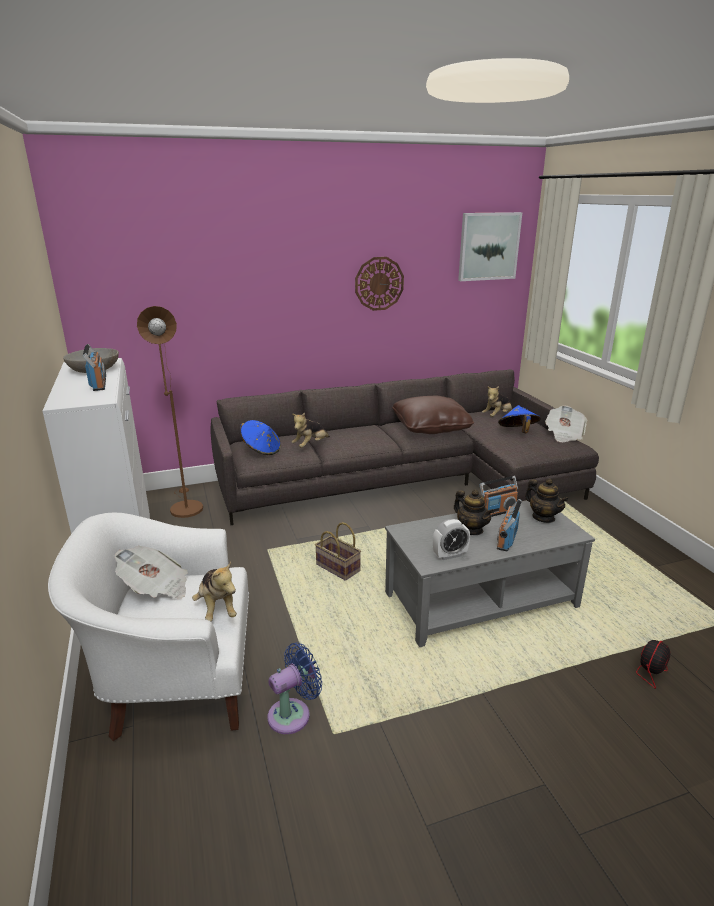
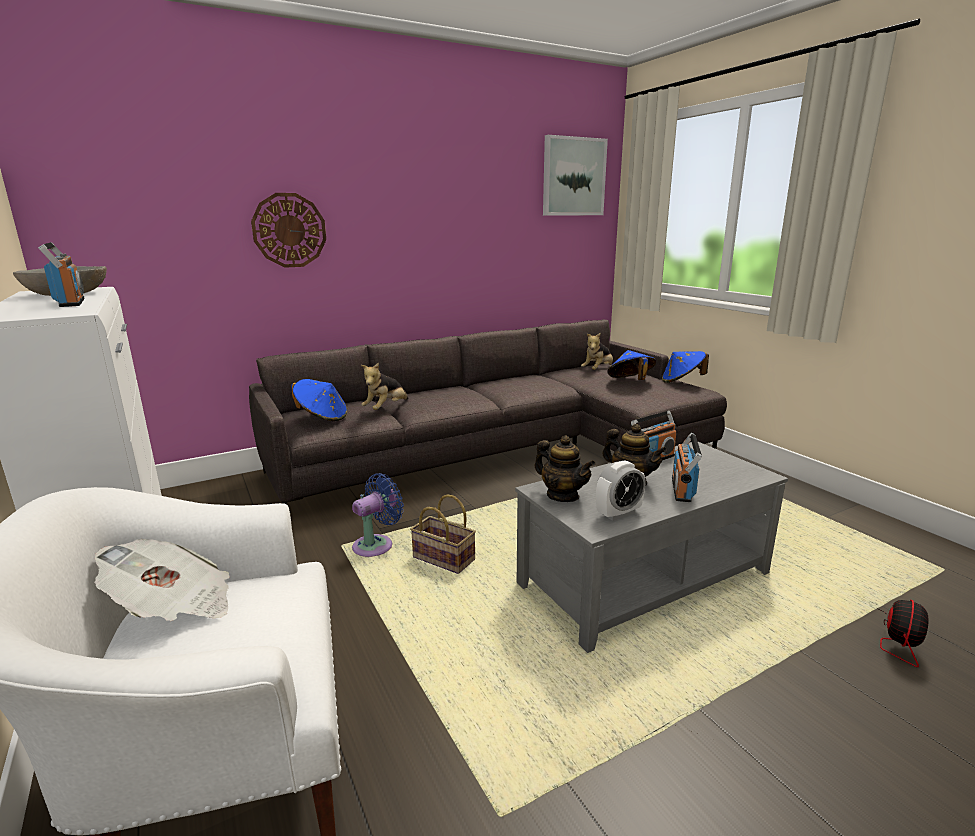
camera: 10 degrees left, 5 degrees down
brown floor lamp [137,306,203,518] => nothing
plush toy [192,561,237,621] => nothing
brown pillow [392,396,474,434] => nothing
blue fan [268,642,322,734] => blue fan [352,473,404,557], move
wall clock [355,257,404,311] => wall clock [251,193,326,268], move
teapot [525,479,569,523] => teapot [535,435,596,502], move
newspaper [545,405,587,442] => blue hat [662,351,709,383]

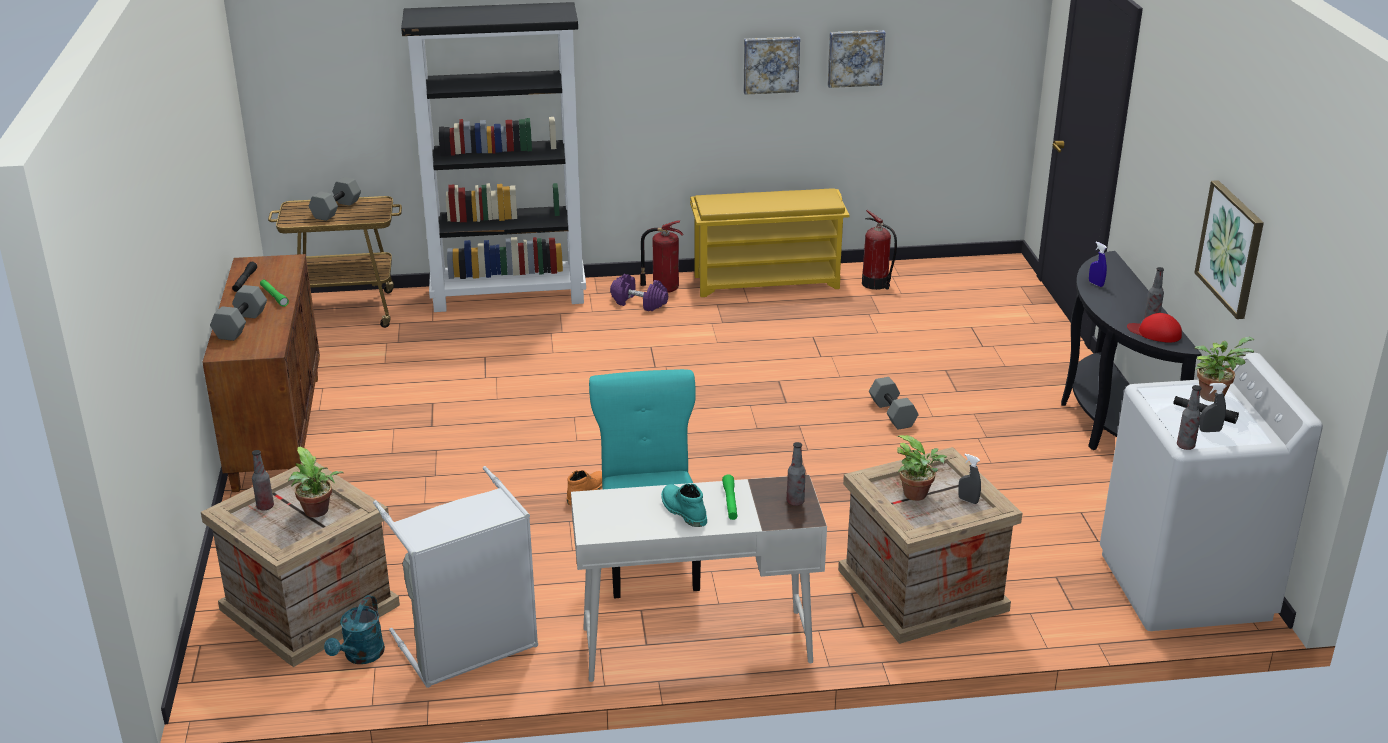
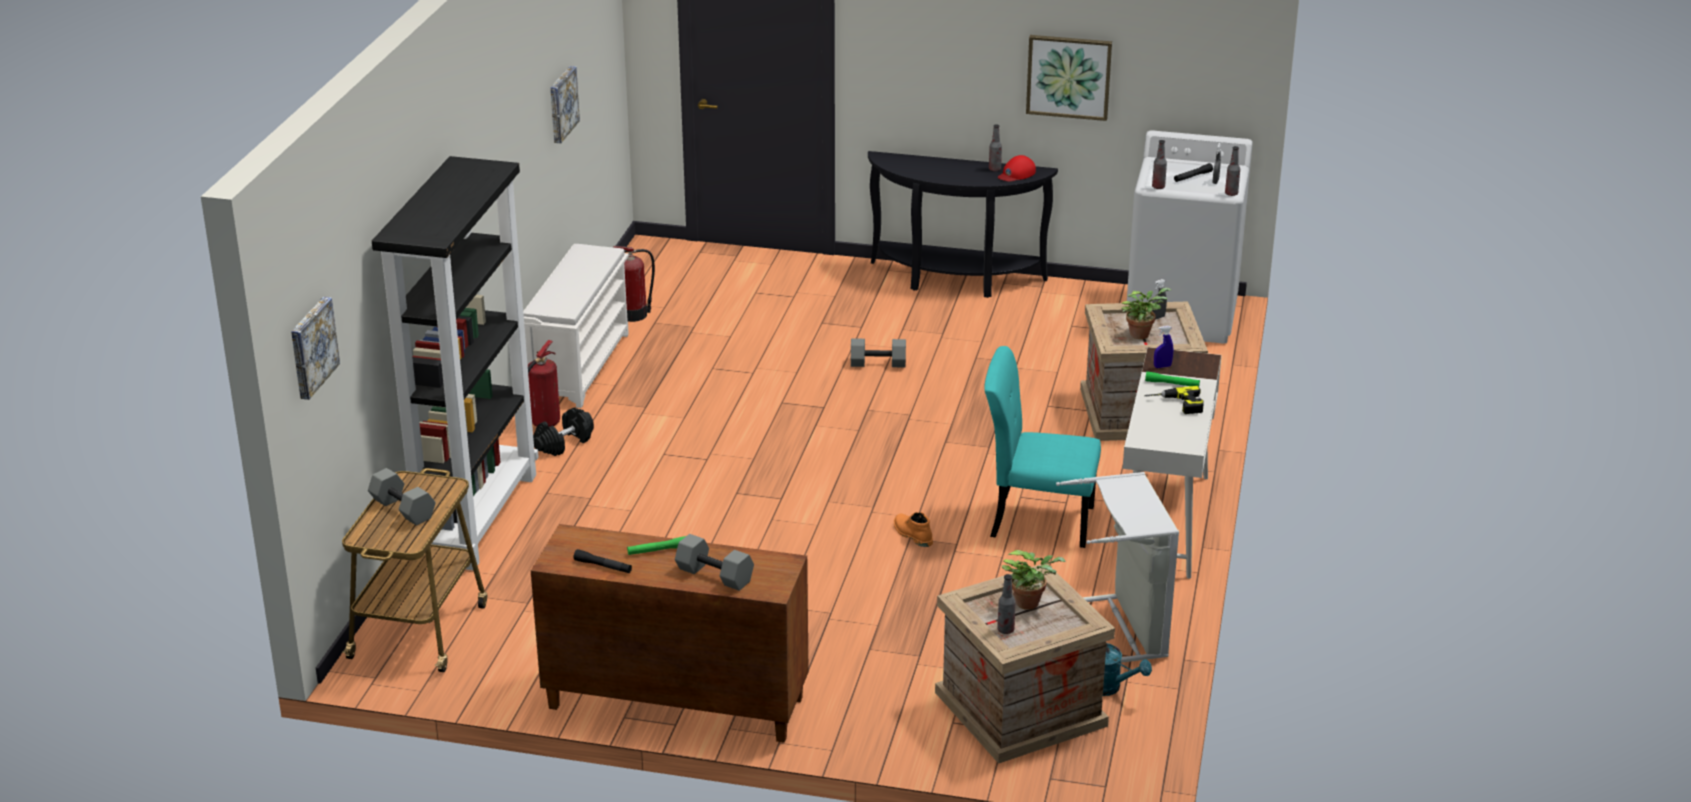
camera: 70 degrees left, 0 degrees up
potted plant [1195,337,1254,402] => nothing
picture [744,37,800,95] => picture [291,297,340,400], move
bottle [787,442,806,506] => bottle [1152,140,1167,189], move
blue spray bottle [1089,241,1107,287] => blue spray bottle [1154,326,1173,368], move
turquoise boot [661,484,707,527] => power drill [1144,386,1204,414]
purple dumbbell [610,274,668,311] => black dumbbell [533,407,594,456]
yellow shoe rack [690,188,850,297] => white shoe rack [523,244,629,408]

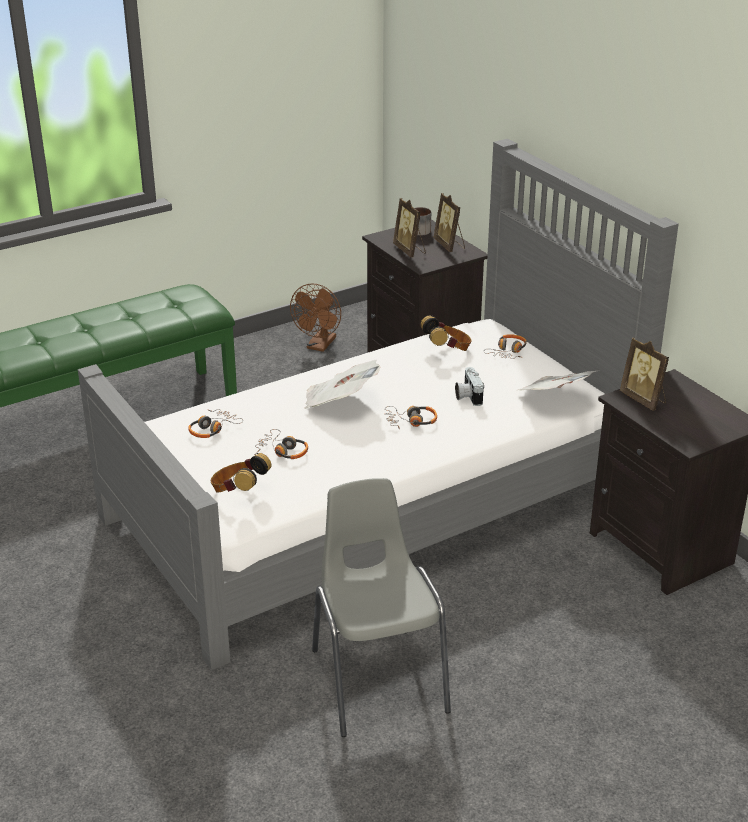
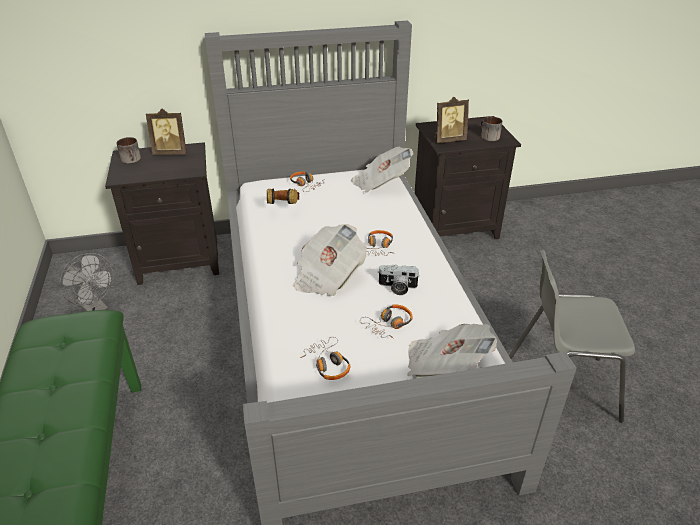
camera: 70 degrees left, 5 degrees up
picture frame [393,198,426,257] => nothing
nothing => mug [481,117,502,141]
photo camera [455,367,484,406] => photo camera [378,265,420,295], move
headphones [211,453,271,493] => newspaper [407,324,497,378]
brown fan [290,284,341,352] => grey fan [59,253,114,311]

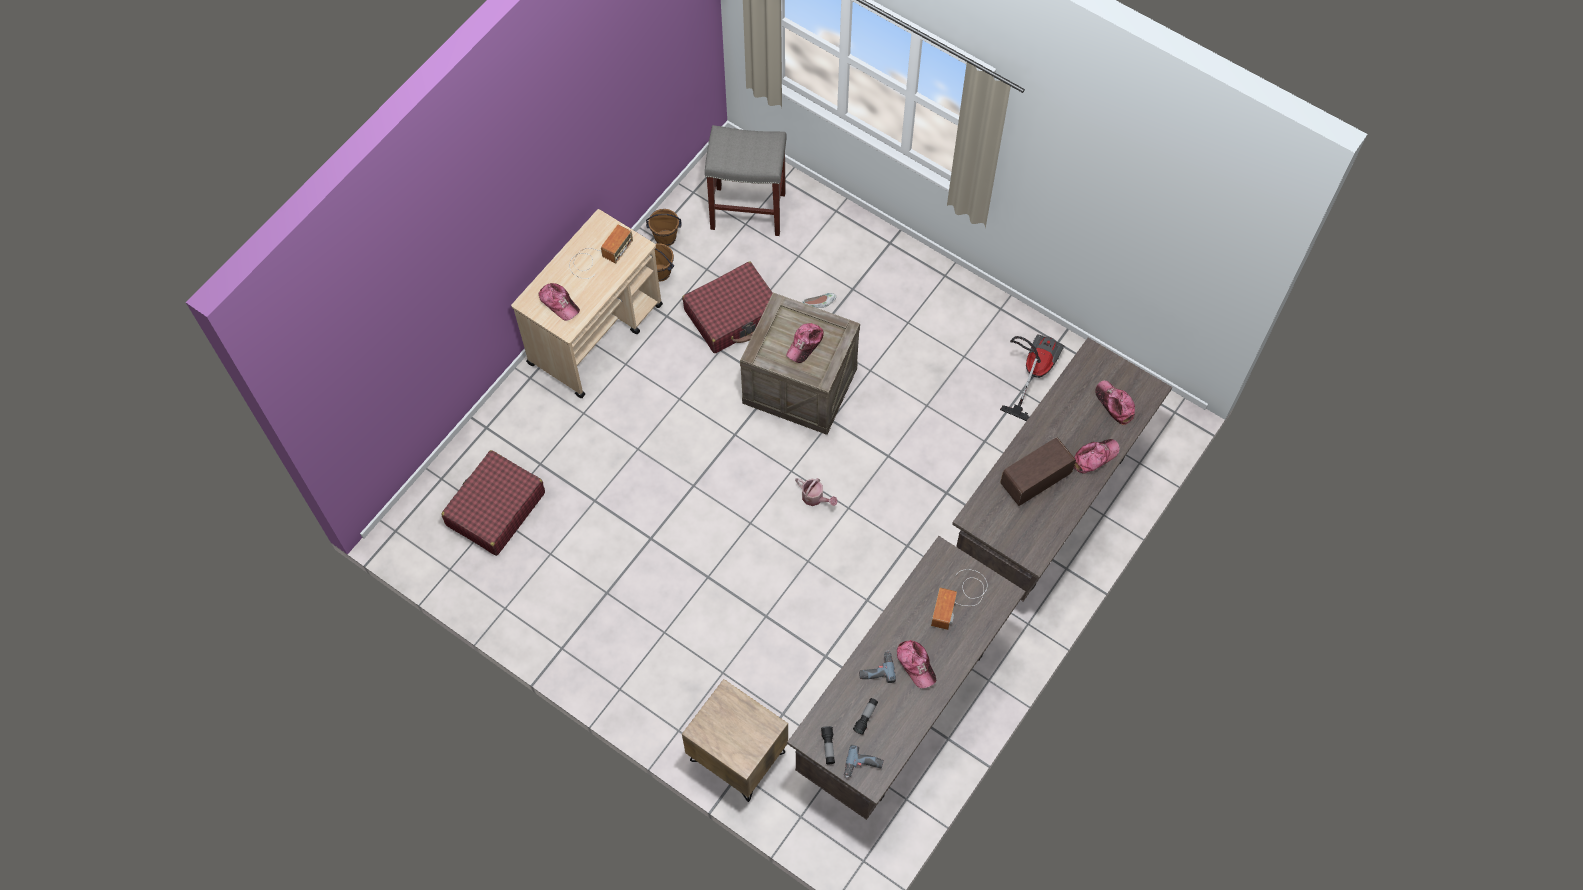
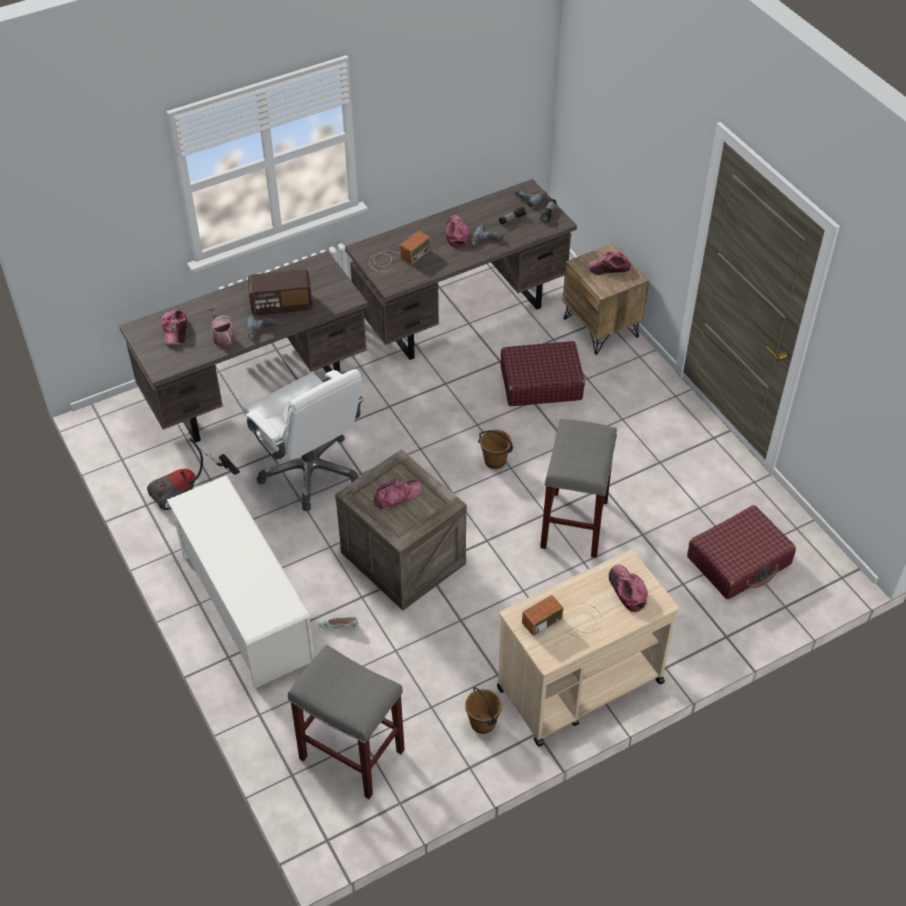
camera: 155 degrees left, 15 degrees down
nothing => white shoe rack [167,475,315,688]
nothing => white office chair [243,369,364,511]
nothing => power drill [247,315,278,338]
nothing => grey stool [540,419,617,558]
brown bucket [646,209,682,246] => brown bucket [478,430,513,469], move
red suitcase [682,261,773,353] => red suitcase [500,341,585,406], move
watering can [795,478,838,506] => watering can [207,306,234,347], move
cap [1074,439,1120,474] => cap [587,251,630,275], move

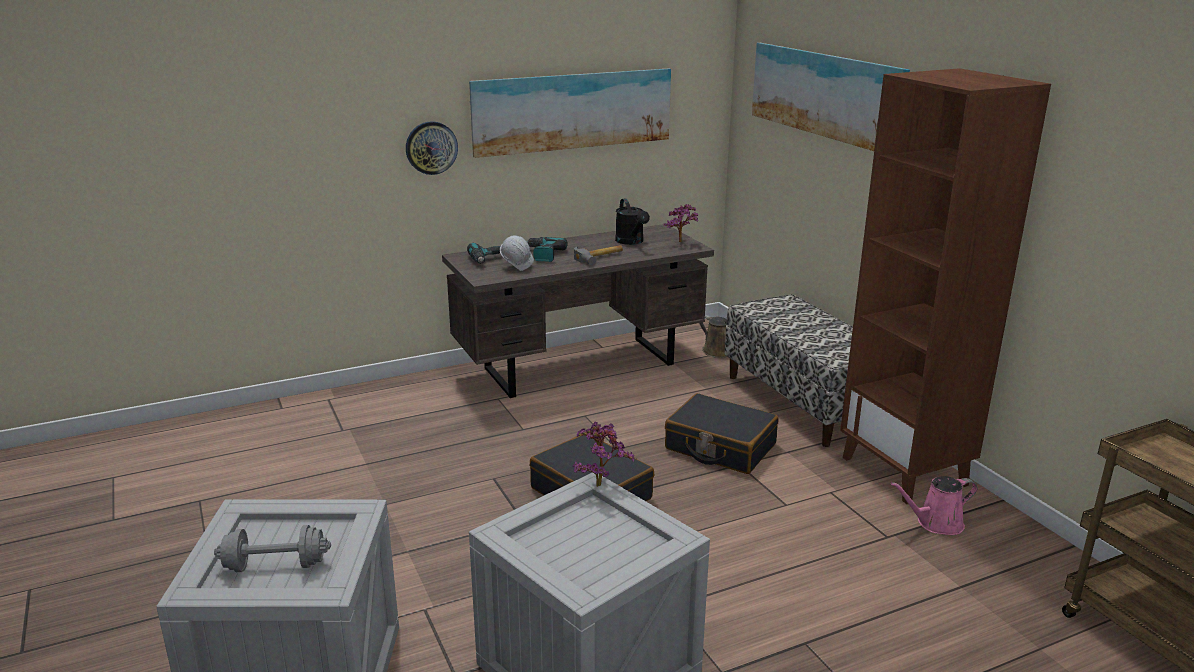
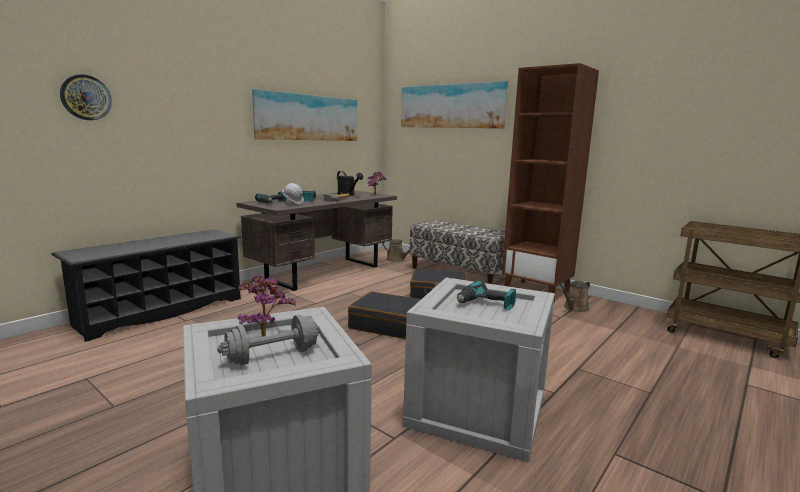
camera: 25 degrees left, 10 degrees down
nothing => black shoe rack [51,229,241,342]
nothing => power drill [457,281,516,310]
wall clock [406,121,458,175] => wall clock [60,74,112,120], move
potted plant [573,422,635,487] => potted plant [238,275,296,337], move
pink watering can [891,476,978,535] => brown watering can [559,281,590,312]

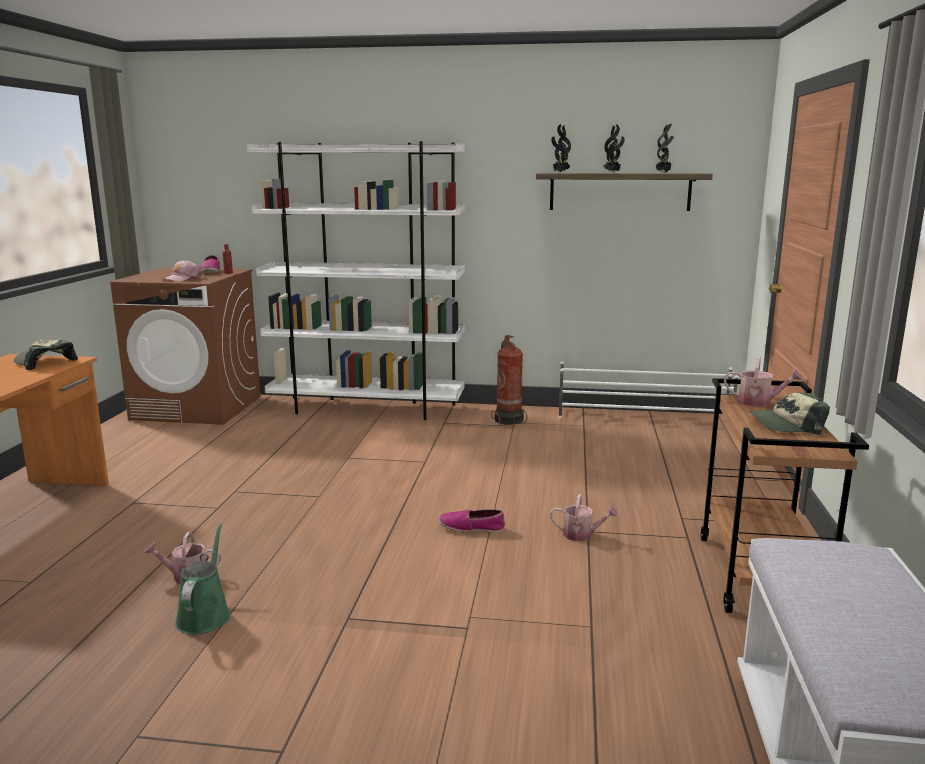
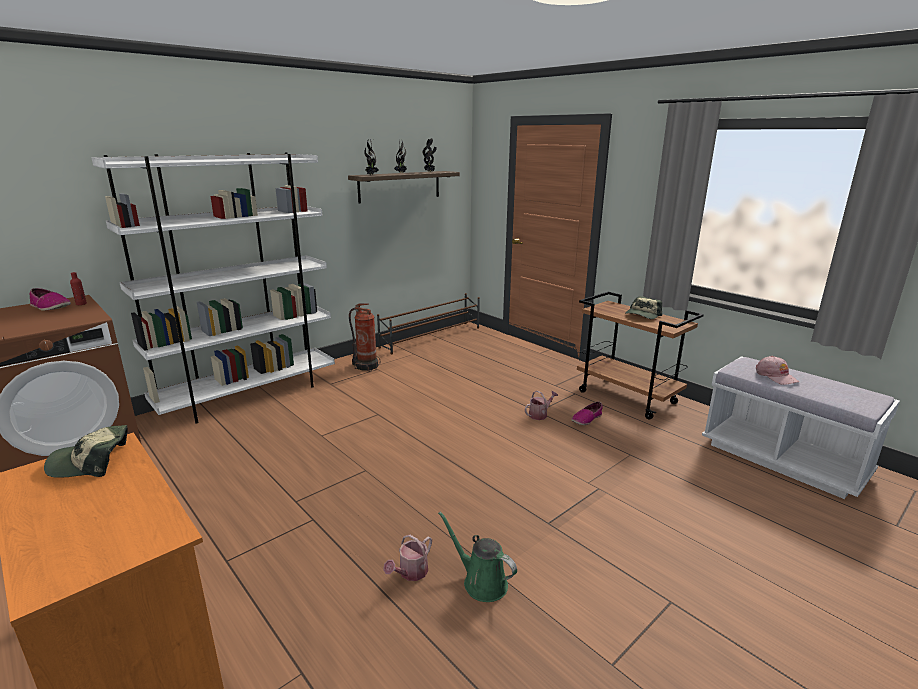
camera: 50 degrees left, 5 degrees up
watering can [724,357,803,407] => nothing
pink cap [162,260,202,282] => pink cap [756,356,799,385], move
shoe [439,509,505,533] => shoe [571,401,602,425], move
white shoe rack [558,362,738,419] => brown shoe rack [377,293,480,354]

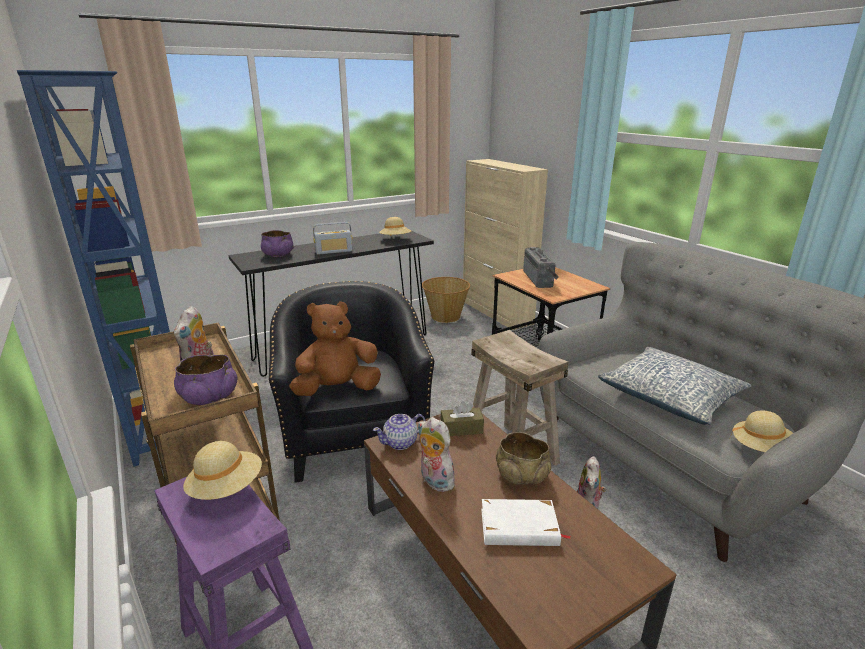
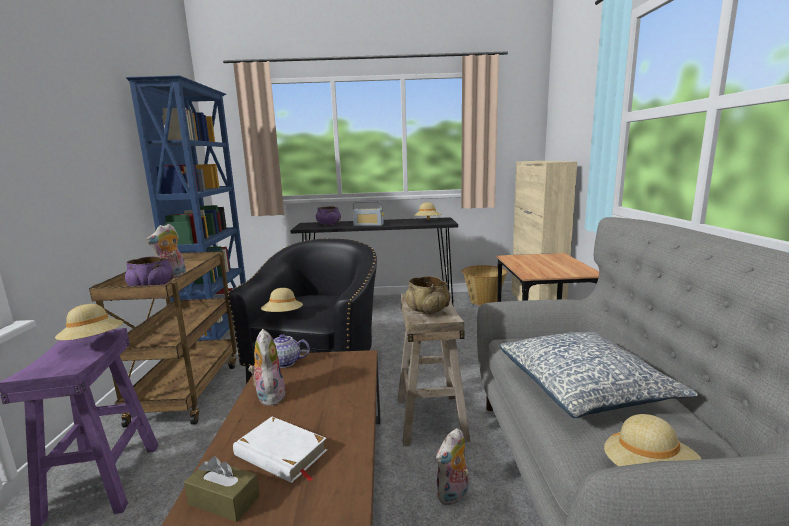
camera: 30 degrees right, 10 degrees down
radio [523,247,559,288] => nothing
brown tissue box [441,401,484,436] => brown tissue box [184,456,260,522], move
beige bowl [496,432,551,485] => beige bowl [405,276,450,314], move
brown plush toy [289,301,381,396] => beige hat [261,288,303,312]

